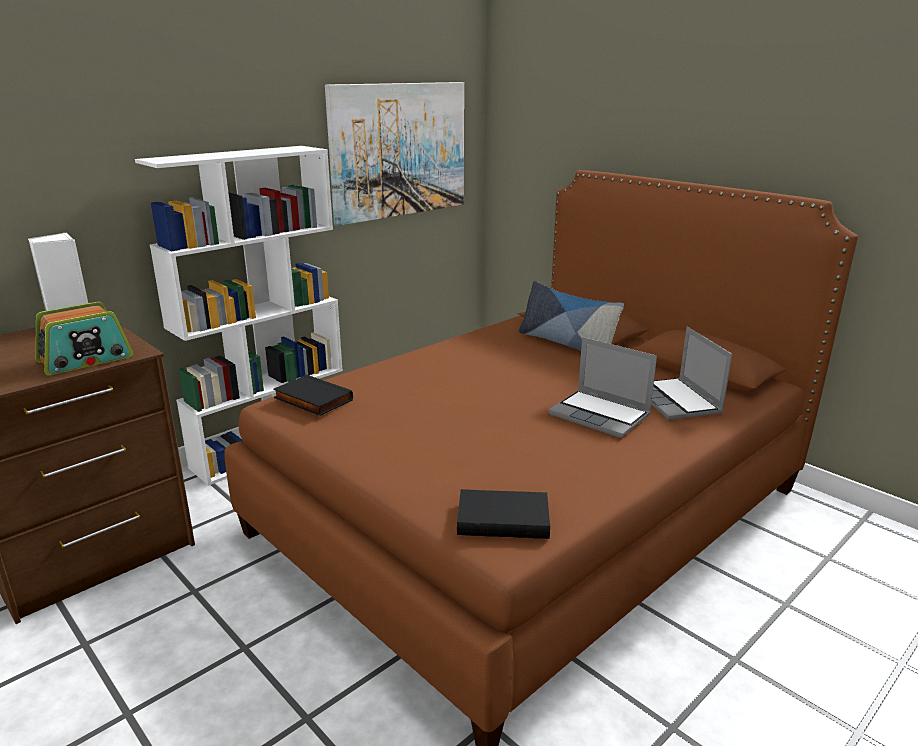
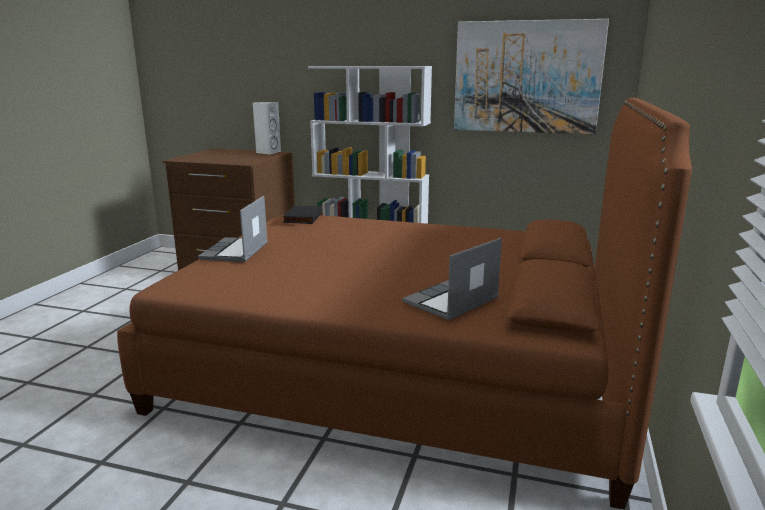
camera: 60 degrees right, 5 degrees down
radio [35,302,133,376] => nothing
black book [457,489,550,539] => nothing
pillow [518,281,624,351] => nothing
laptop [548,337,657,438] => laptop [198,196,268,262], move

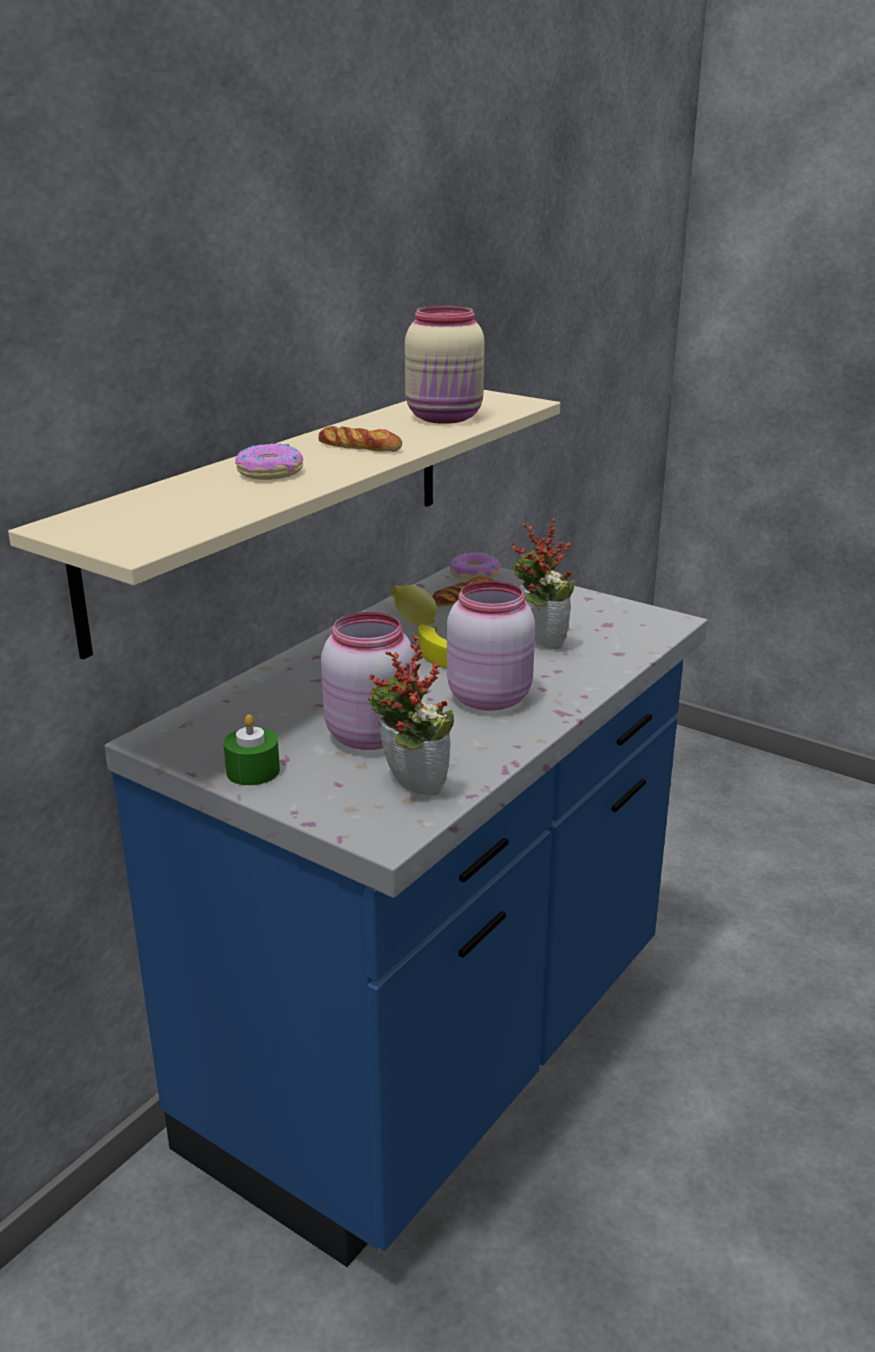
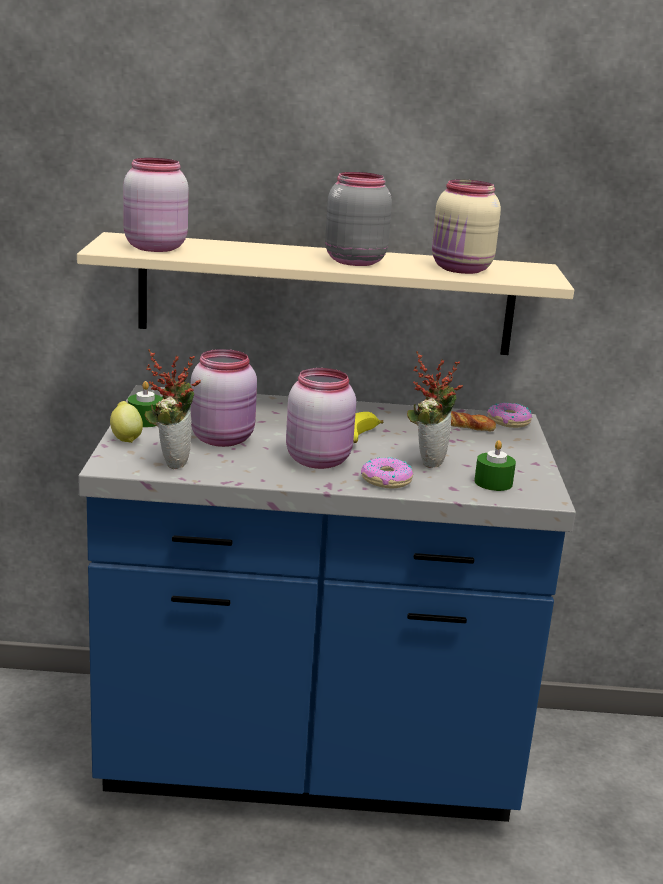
camera: 55 degrees right, 5 degrees down
nothing => pink jar [123,158,189,252]
nothing => green candle [474,440,516,491]
donut [235,443,303,480] => donut [361,457,413,488], move
lemon [391,585,437,626] => lemon [110,401,143,443], move
bread [318,426,402,452] => grey jar [325,172,392,266]

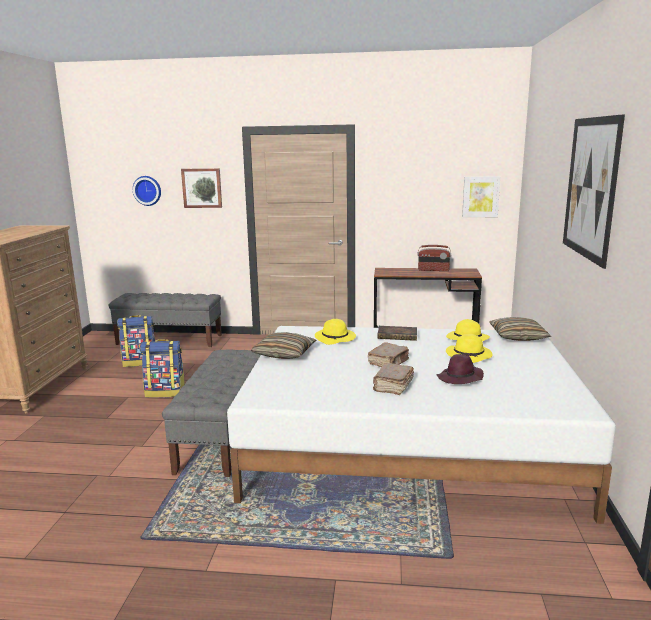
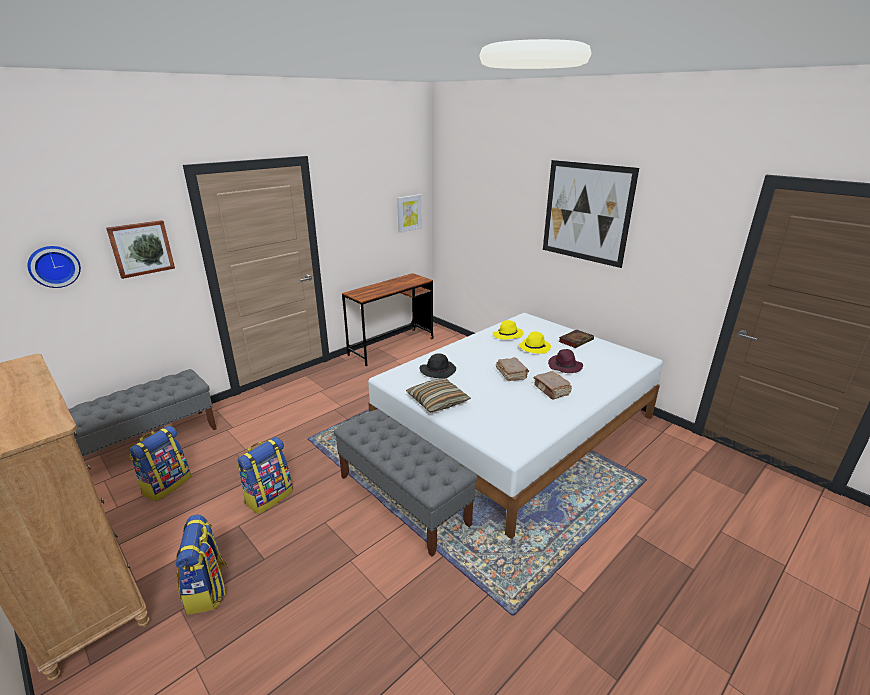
camera: 50 degrees left, 10 degrees up
radio [417,245,451,271] => nothing
pillow [489,317,551,341] => nothing
nothing => backpack [176,515,229,615]
book [377,326,417,341] => book [558,330,594,348], move
yellow hat [315,319,356,345] => black hat [420,353,456,379]

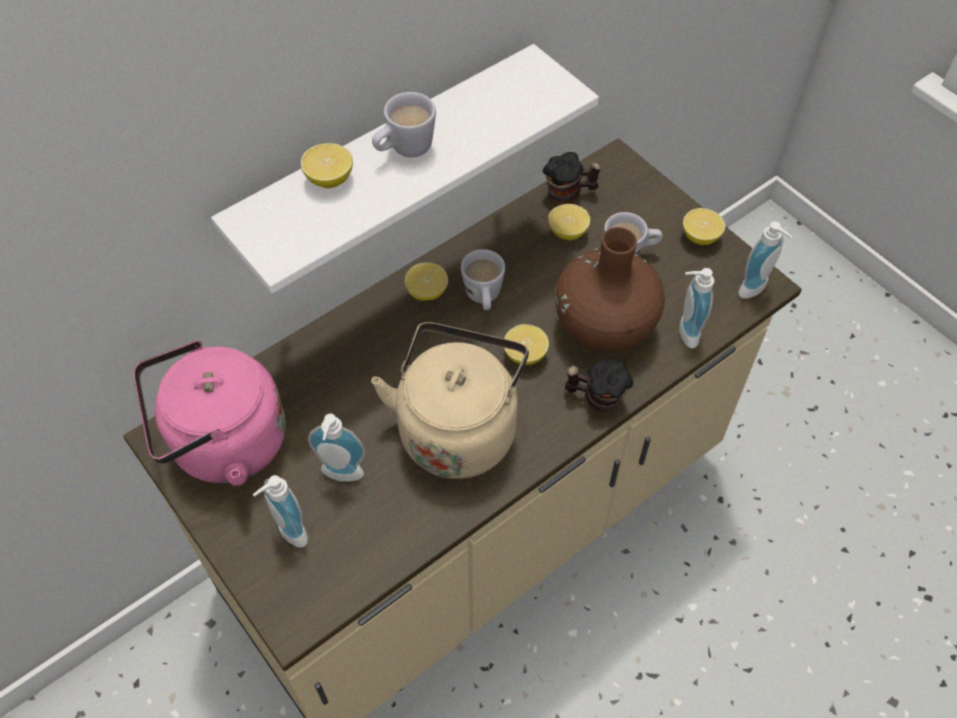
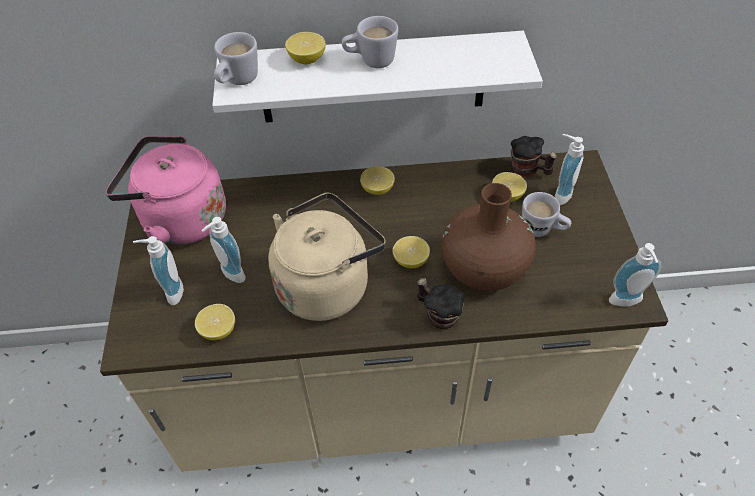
camera: 35 degrees right, 5 degrees down
white mug [461,249,505,310] => white mug [214,32,258,85], move
soap dispenser [679,268,714,349] => soap dispenser [555,134,584,205], move
lemon [683,208,726,245] => lemon [195,304,235,341], move

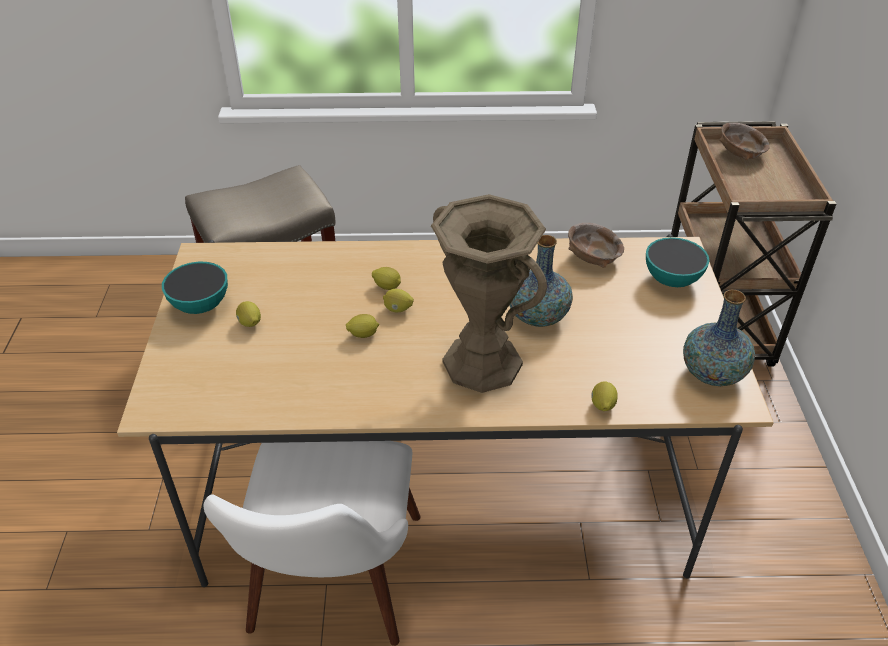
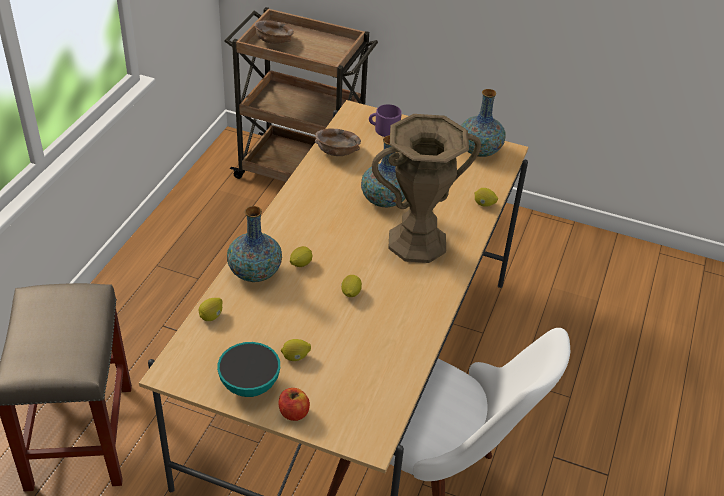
camera: 70 degrees left, 0 degrees up
nothing => vase [227,206,282,282]
nothing => apple [278,388,310,421]
lemon [383,289,414,312] => lemon [199,298,223,321], move
bowl [646,237,709,287] => purple mug [369,104,402,137]

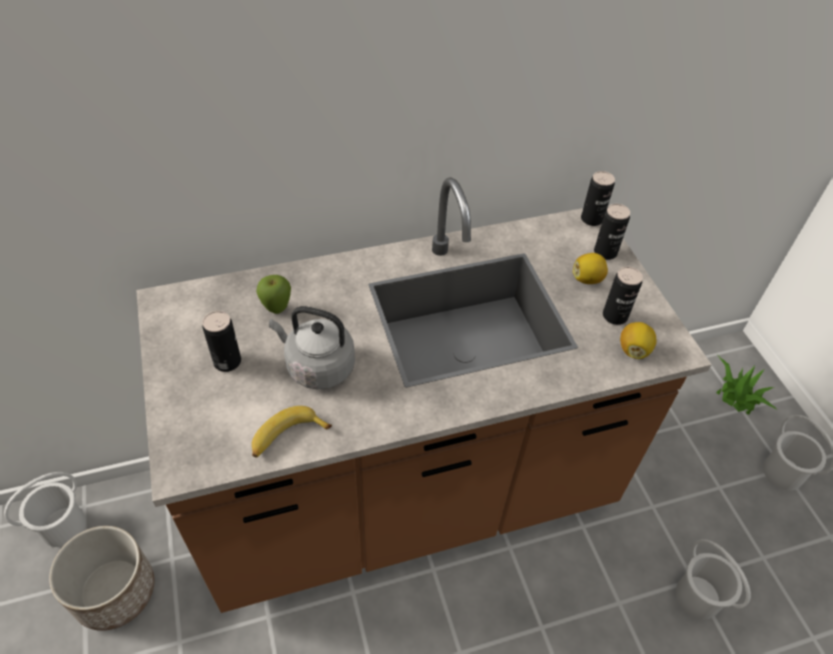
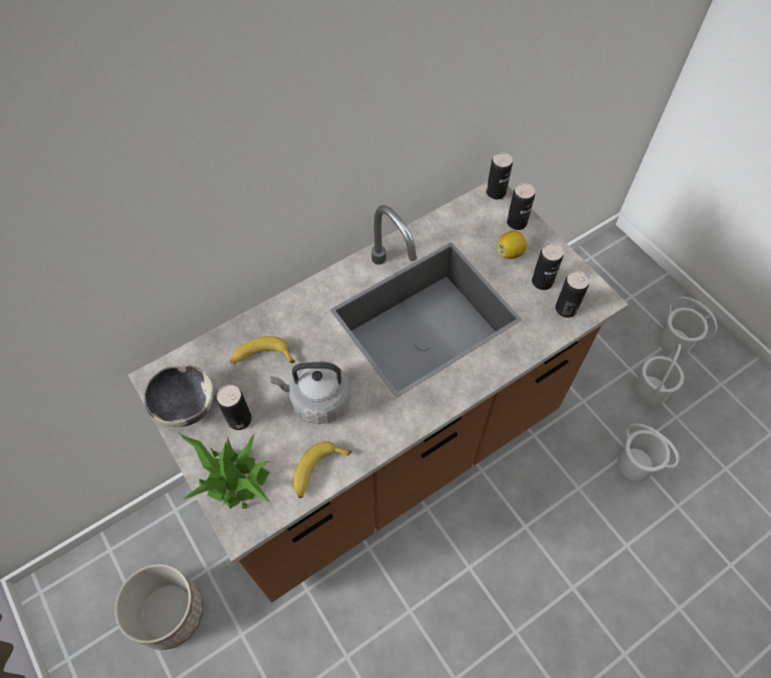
camera: 15 degrees left, 10 degrees up
nothing => bowl [144,364,214,427]
white bucket [4,472,86,547] => white bucket [634,344,684,406], move
potted plant [716,356,777,415] => potted plant [179,433,270,509], move
apple [256,275,291,314] => banana [230,336,295,364]
lemon [620,322,656,359] => can [555,271,589,318]

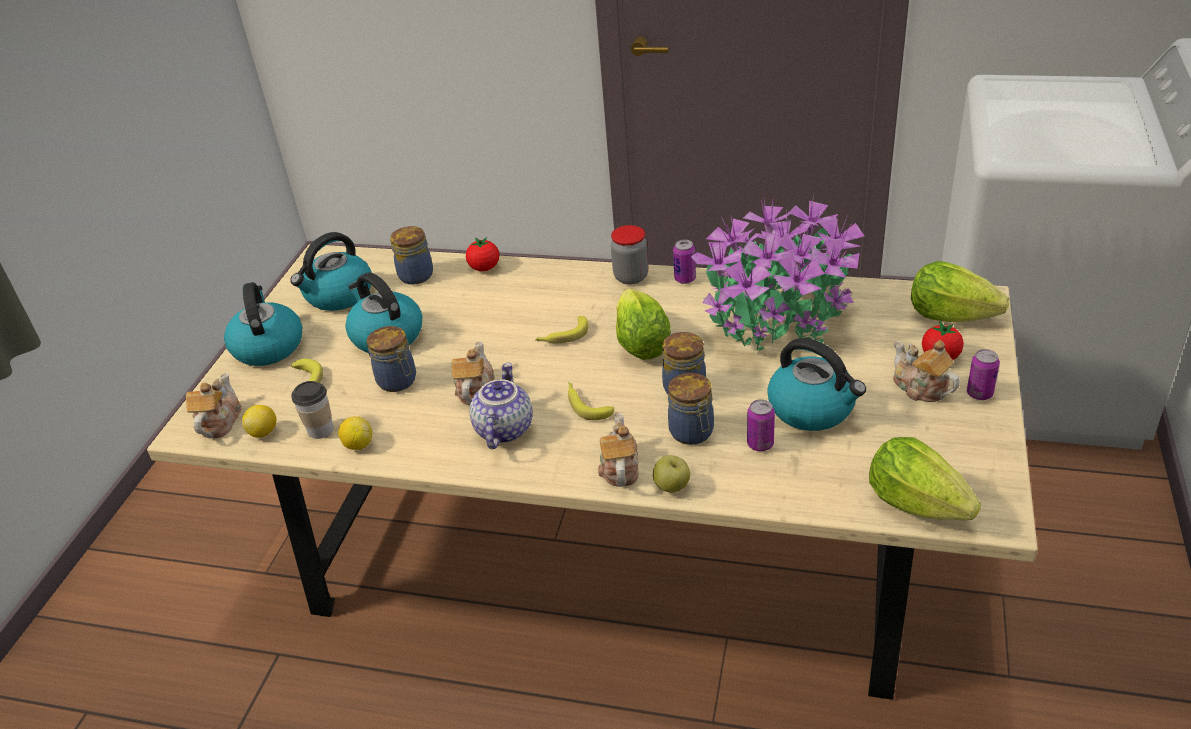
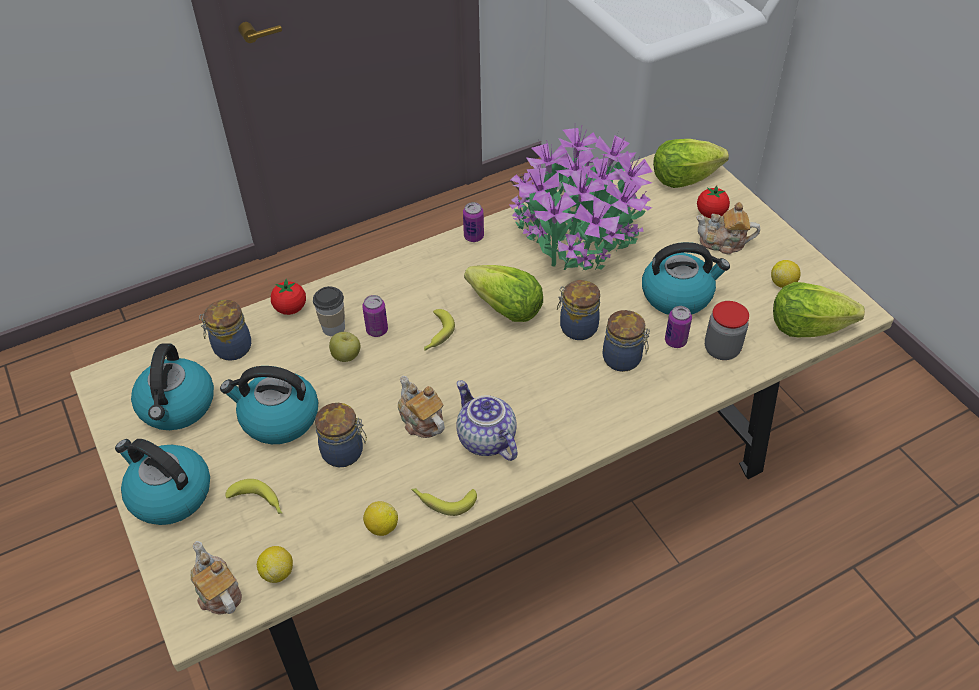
camera: 45 degrees left, 10 degrees up
teapot [598,413,639,487] => nothing
nothing => lemon [771,260,801,288]
cup [291,381,334,439] => cup [313,286,345,336], move
banana [568,382,614,420] => banana [411,488,477,516], move
jar [611,225,648,285] => jar [705,301,749,360], move
apple [653,455,690,493] => apple [329,332,360,362], move
can [967,349,1000,400] => can [362,295,388,337], move

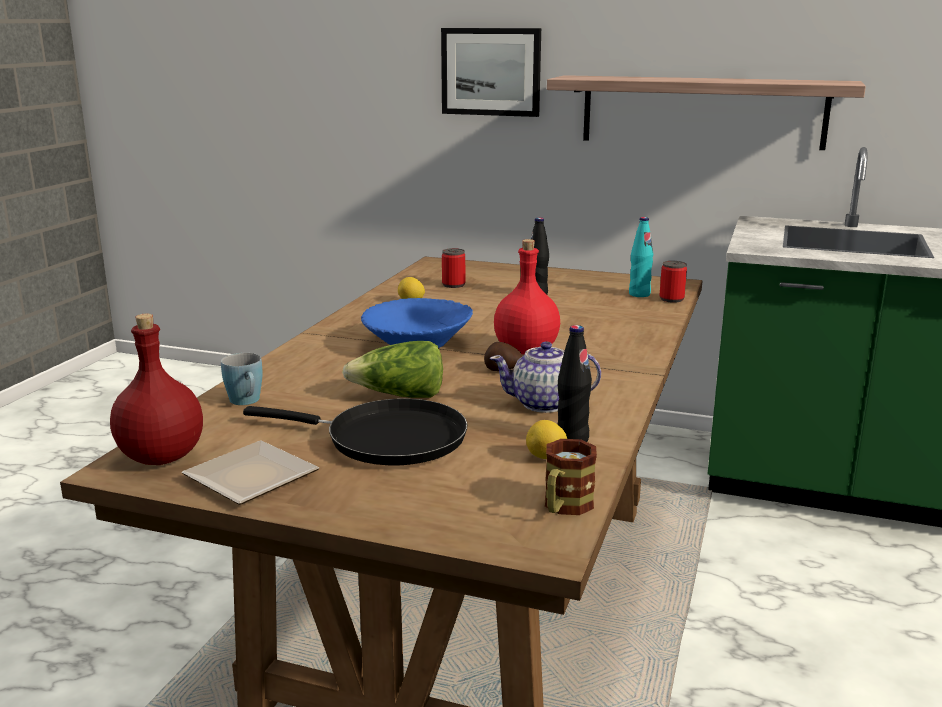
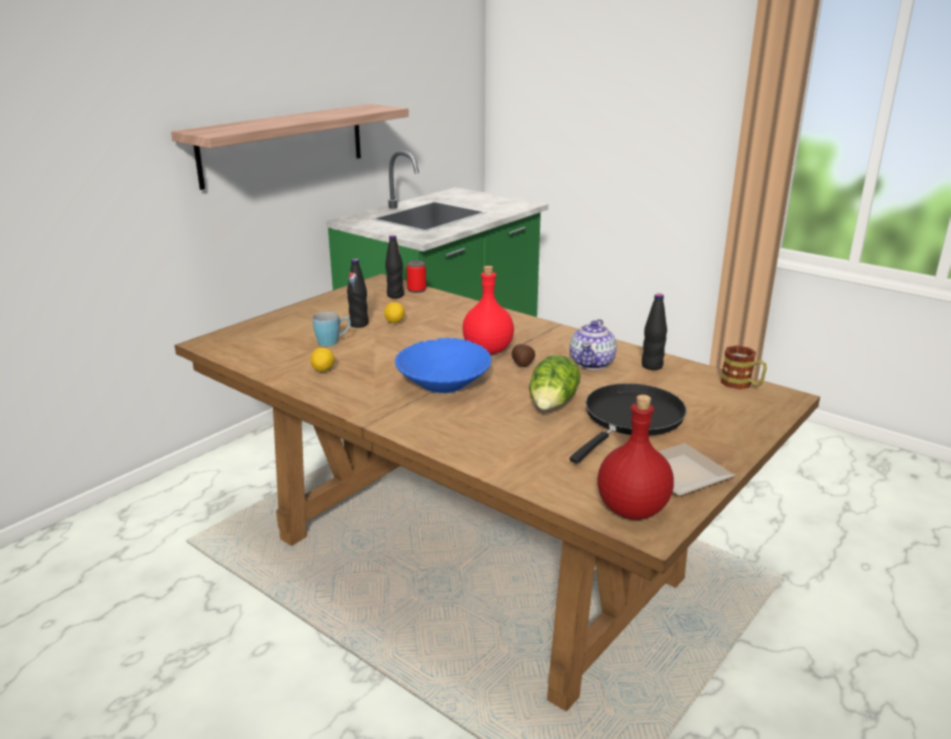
camera: 70 degrees left, 5 degrees up
picture [441,28,541,117] => nothing
can [442,248,465,288] => nothing
blue mug [221,353,262,405] => blue mug [313,311,350,346], move
lemon [526,420,567,459] => lemon [384,302,405,323], move
turquoise bottle [629,217,653,297] => black bottle [385,235,404,298]

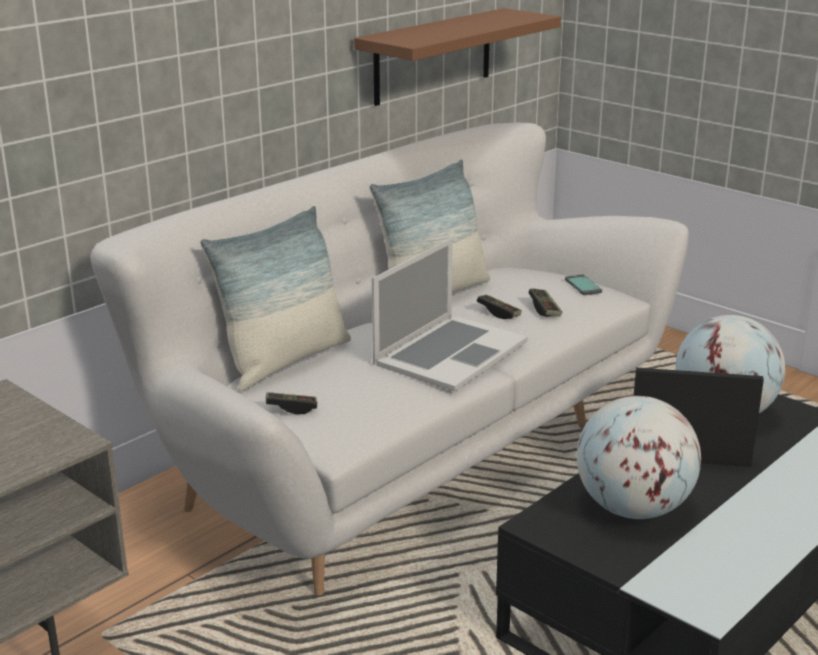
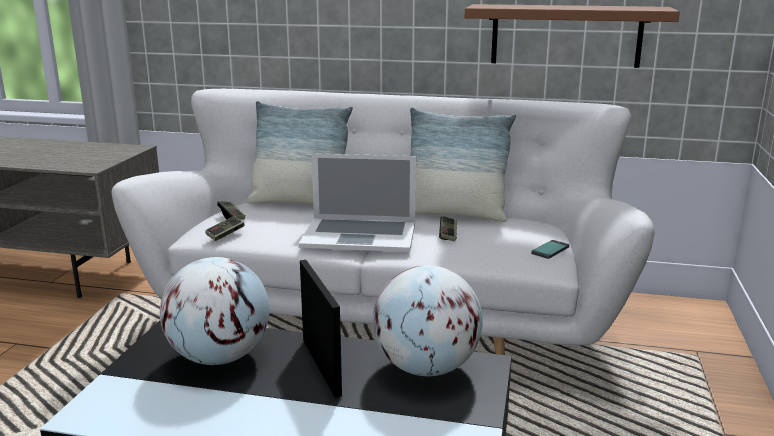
camera: 60 degrees right, 5 degrees down
game controller [529,288,562,316] => game controller [205,216,244,241], move

